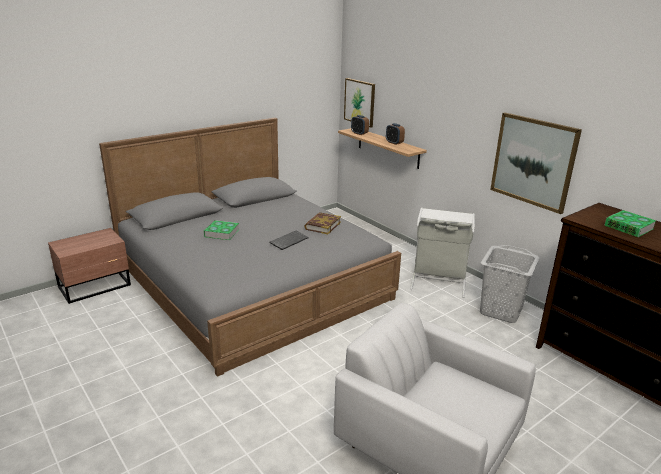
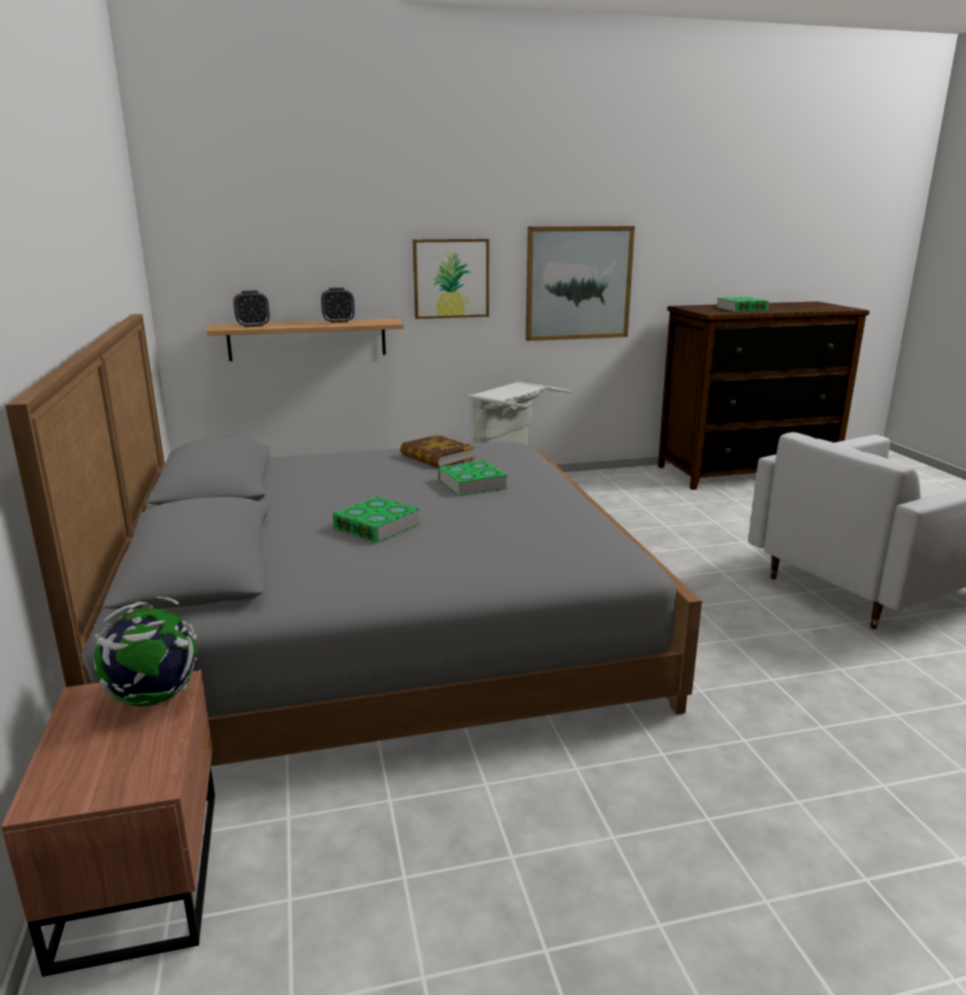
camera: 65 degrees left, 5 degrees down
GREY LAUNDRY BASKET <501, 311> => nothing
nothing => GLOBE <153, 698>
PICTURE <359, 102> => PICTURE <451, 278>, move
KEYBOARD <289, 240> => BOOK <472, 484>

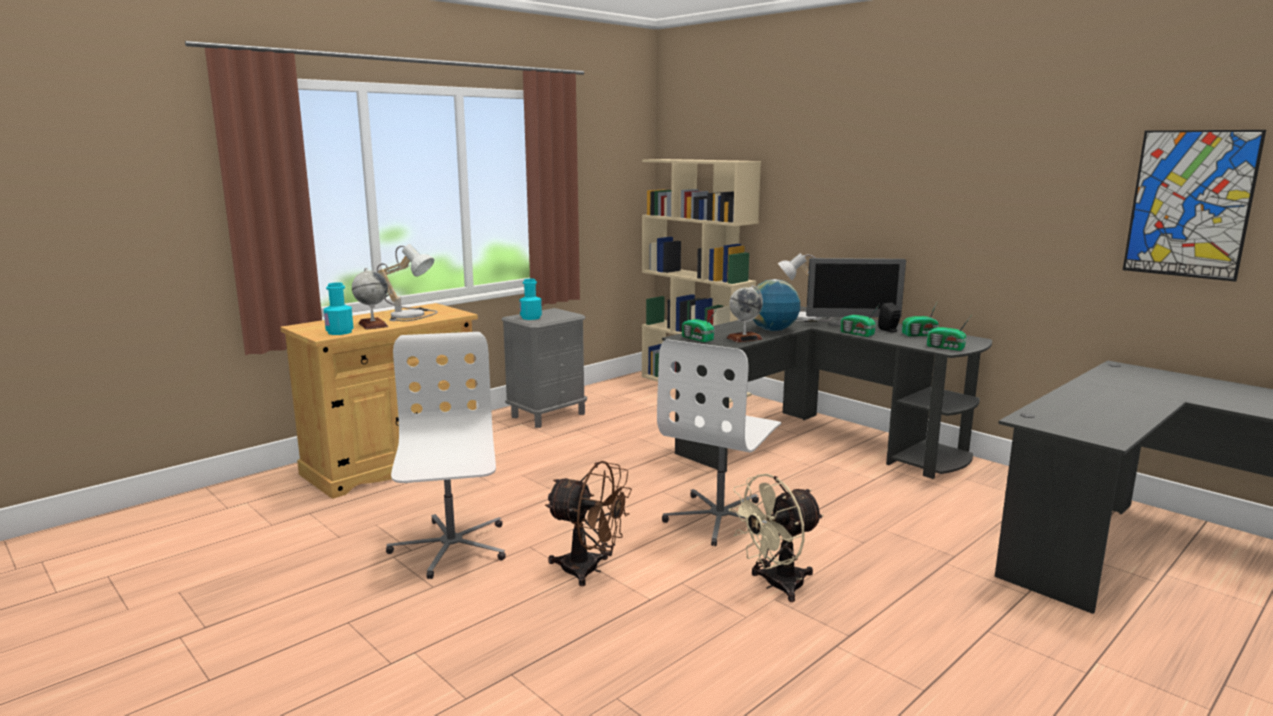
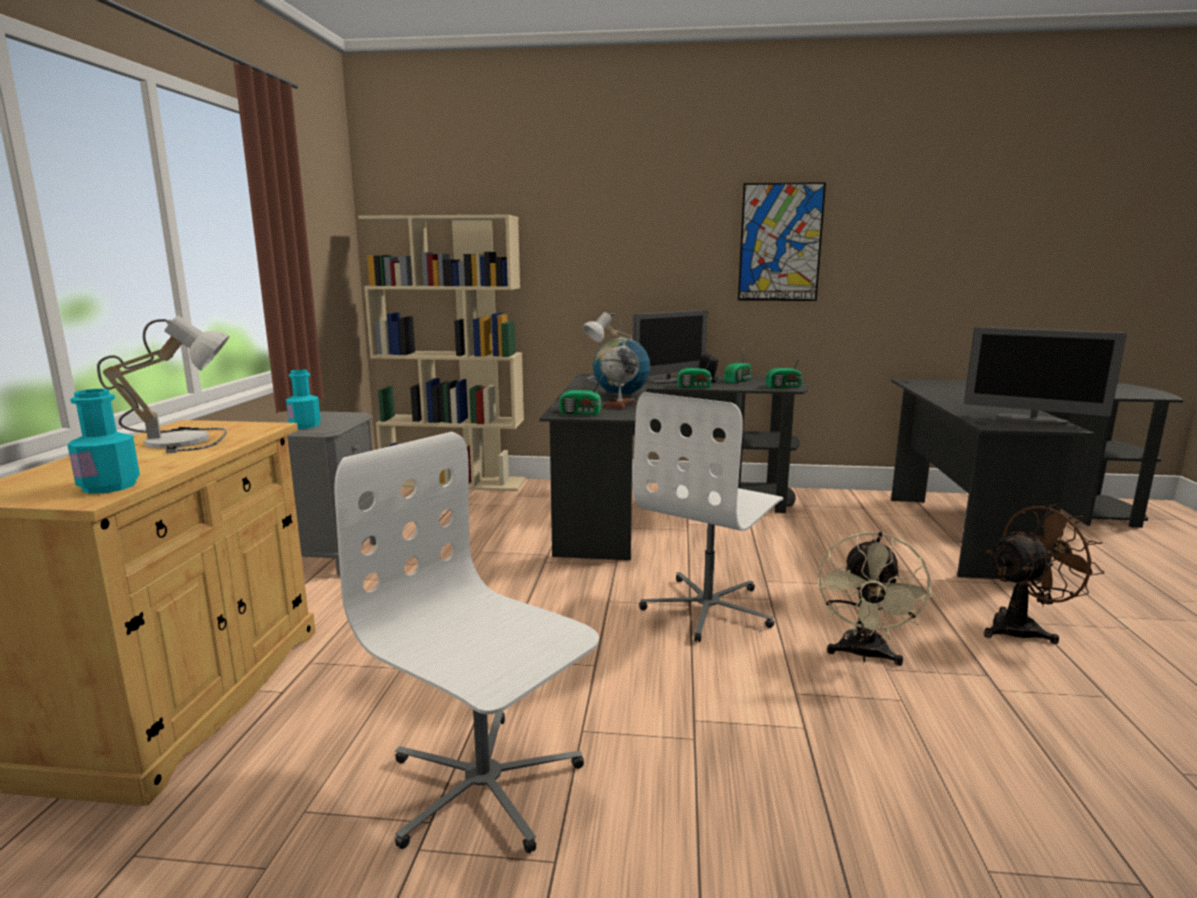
camera: 40 degrees left, 0 degrees up
GLOBE <373, 325> => nothing
nothing => MONITOR <1032, 420>
BROWN FAN <589, 570> => BROWN FAN <1023, 628>, move
PICTURE <1190, 204> => PICTURE <780, 243>, move
WHITE OFFICE CHAIR <721, 519> => WHITE OFFICE CHAIR <708, 608>, 45 degrees clockwise

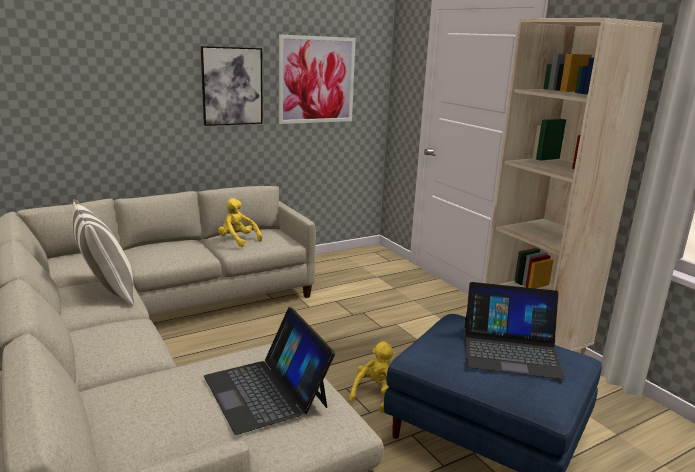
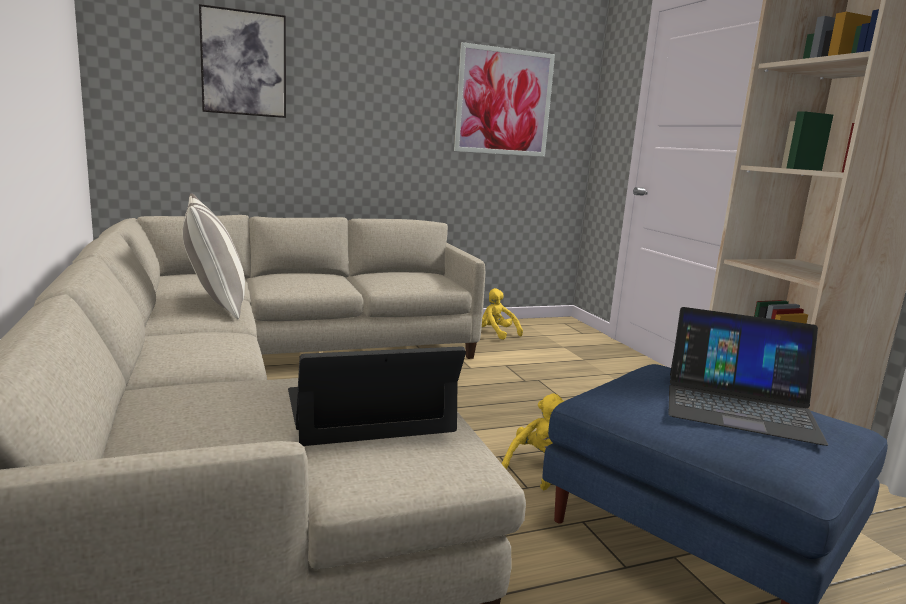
camera: 10 degrees right, 5 degrees down
PICTURE <232, 86> => PICTURE <244, 63>, move
YELLOW PLUSH TOY <238, 240> => YELLOW PLUSH TOY <496, 333>, move
LAPTOP <266, 391> => LAPTOP <368, 411>, 90 degrees clockwise

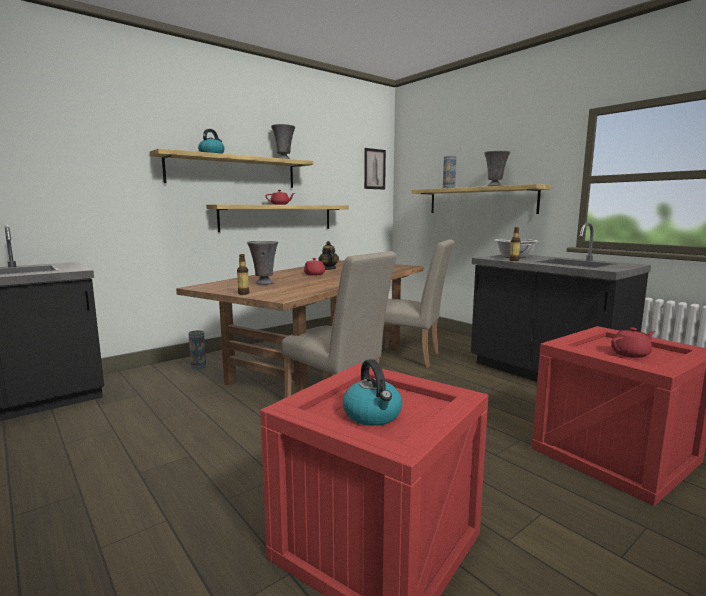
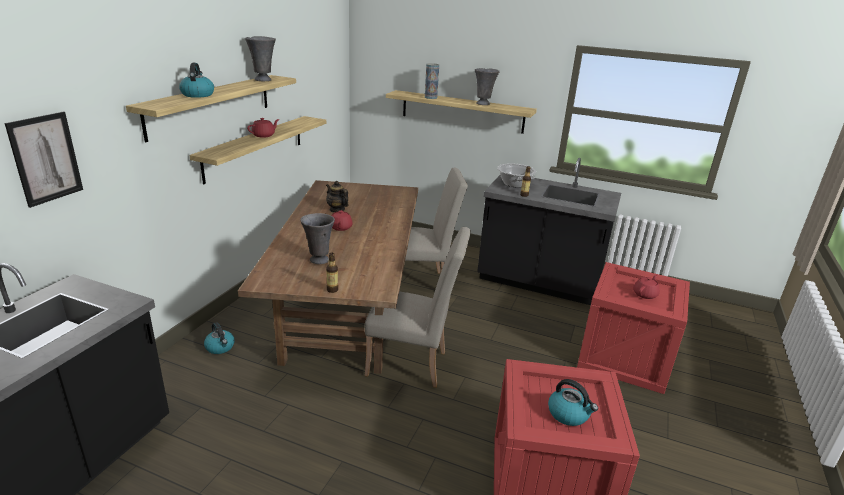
camera: 30 degrees left, 15 degrees up
PICTURE <374, 169> => PICTURE <46, 158>, move
VASE <198, 367> => KETTLE <220, 347>

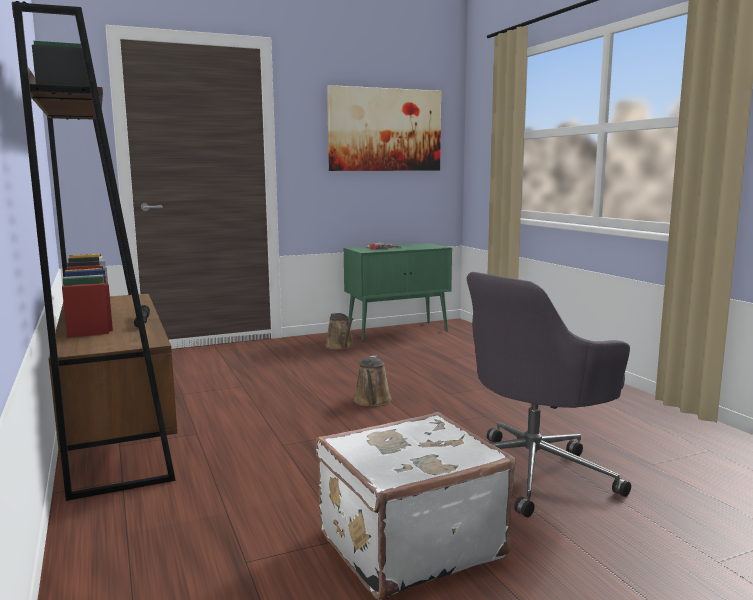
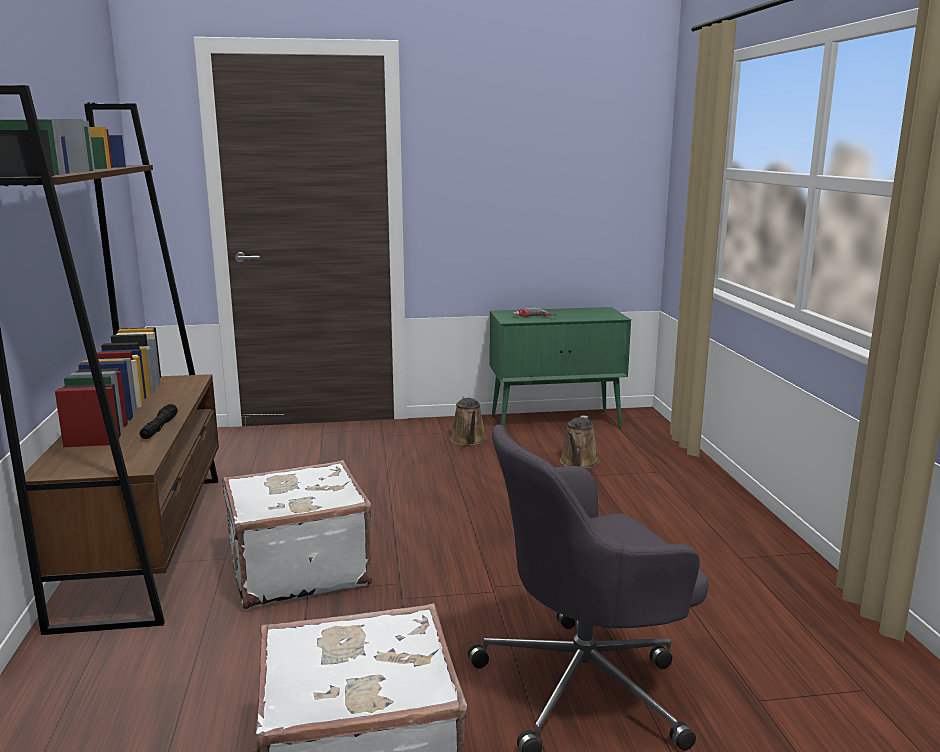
camera: 15 degrees right, 5 degrees up
PICTURE <385, 130> => nothing
nothing => WHITE SUITCASE <297, 570>
BROWN WATERING CAN <372, 401> => BROWN WATERING CAN <578, 463>, move

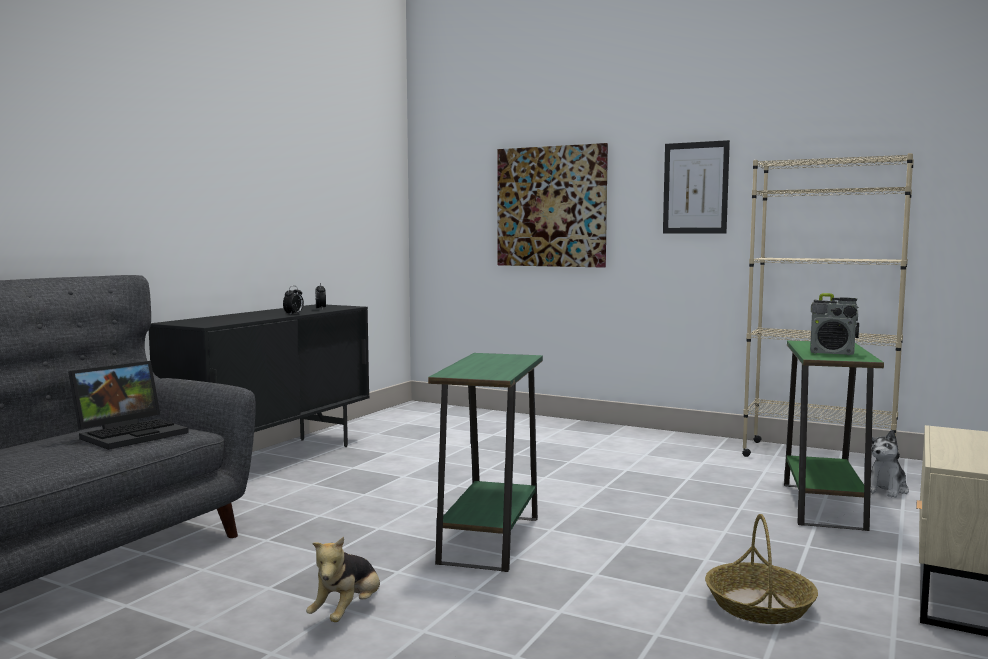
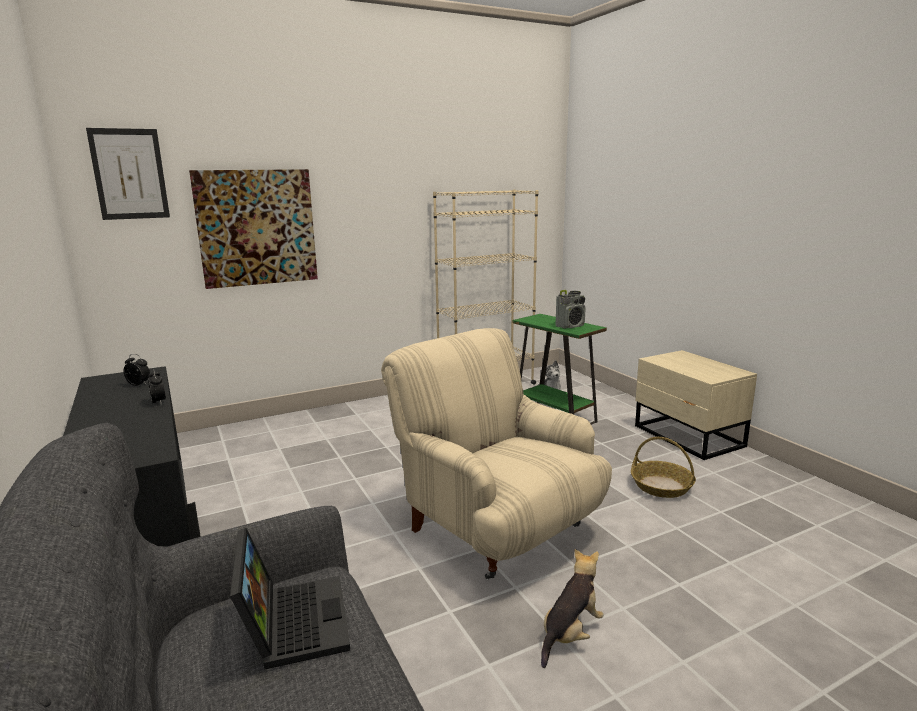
camera: 55 degrees left, 10 degrees up
PICTURE <695, 188> => PICTURE <129, 174>, move
GREEN SIDE TABLE <490, 540> => BEIGE ARMCHAIR <496, 529>
PLUSH TOY <348, 612> => PLUSH TOY <570, 634>, 105 degrees counterclockwise

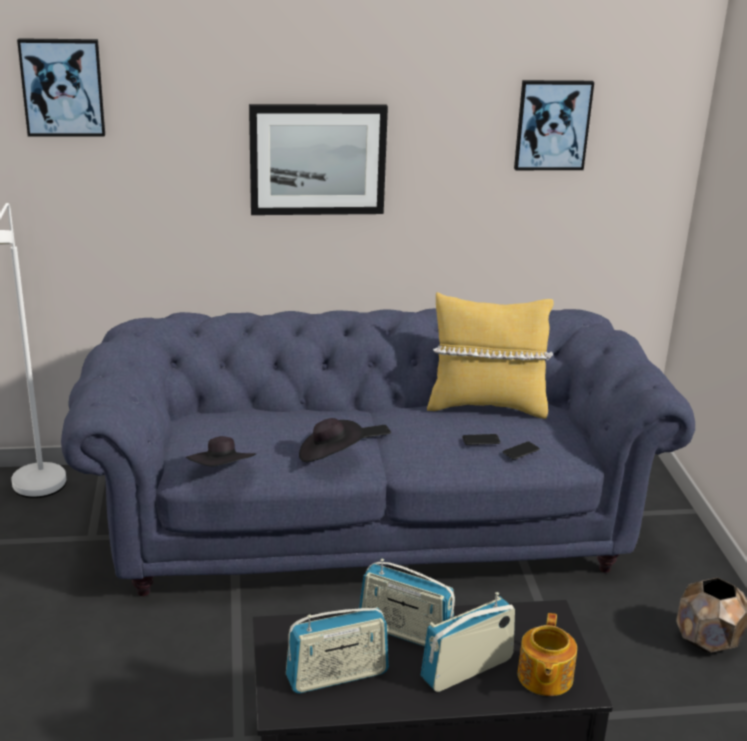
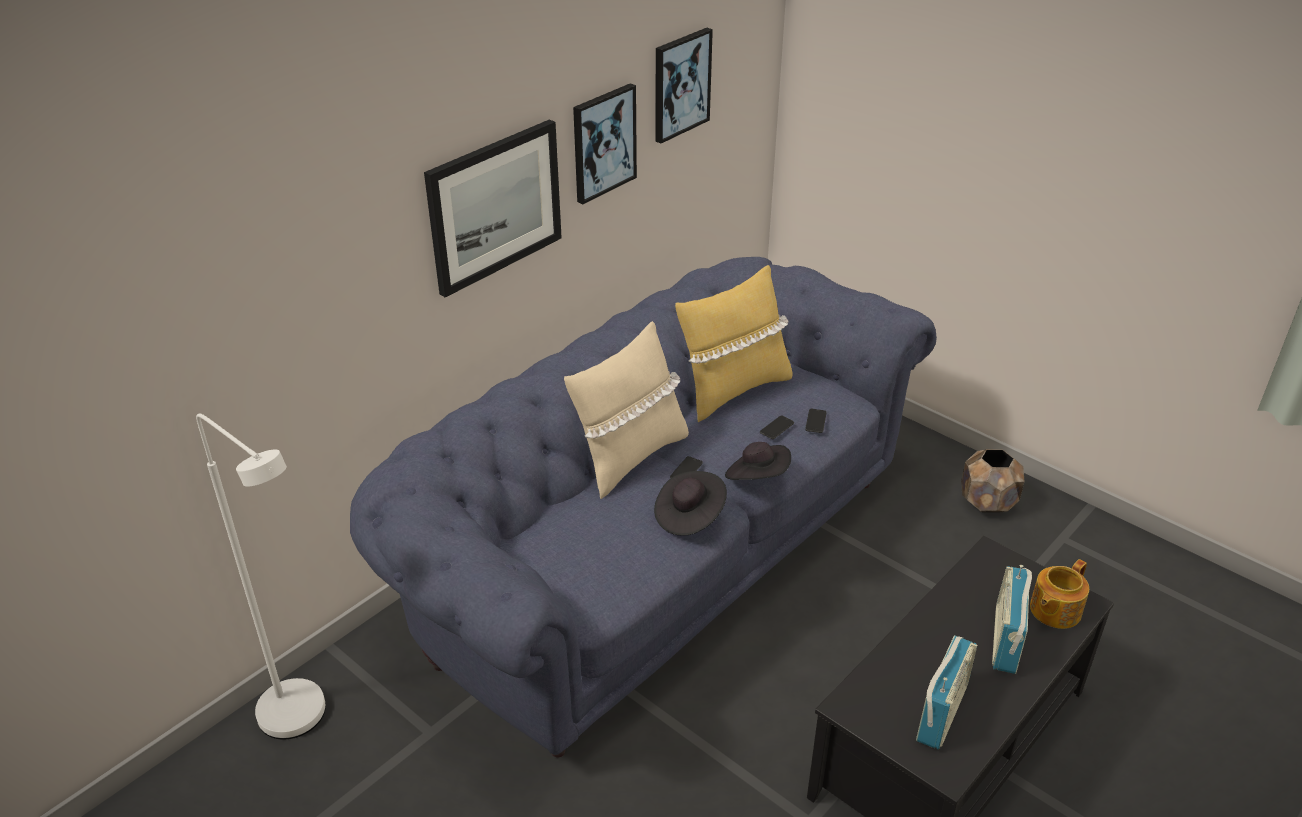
camera: 40 degrees left, 10 degrees up
RADIO <405, 632> => nothing
nothing => BEIGE PILLOW <630, 457>
PICTURE <62, 87> => PICTURE <603, 142>, move
BLACK HAT <222, 473> => BLACK HAT <757, 477>, move
TEAPOT <544, 677> => TEAPOT <1054, 610>, 75 degrees clockwise

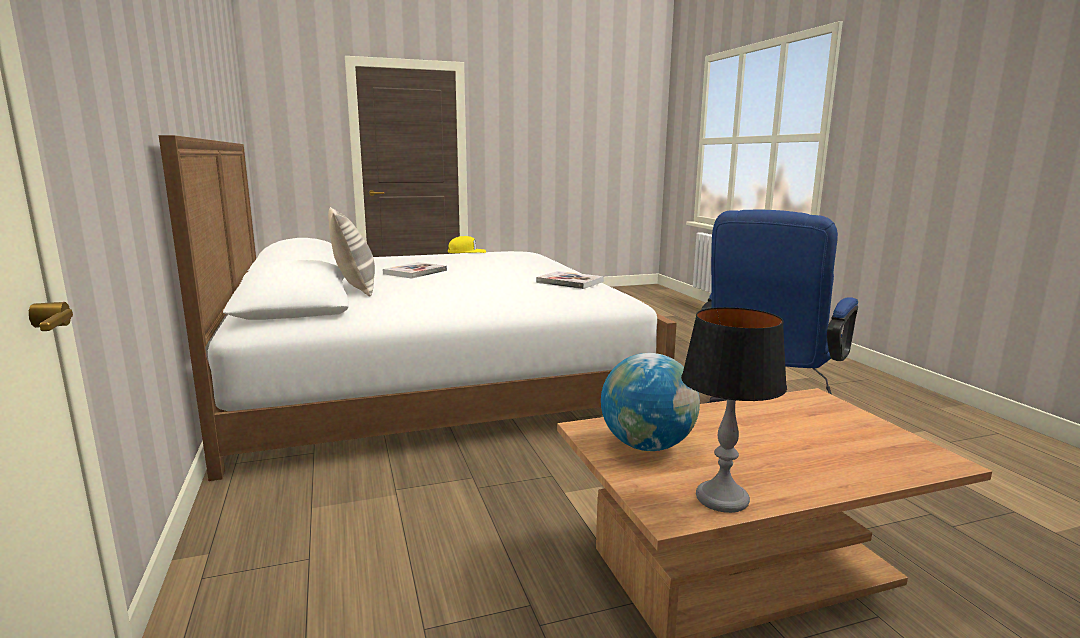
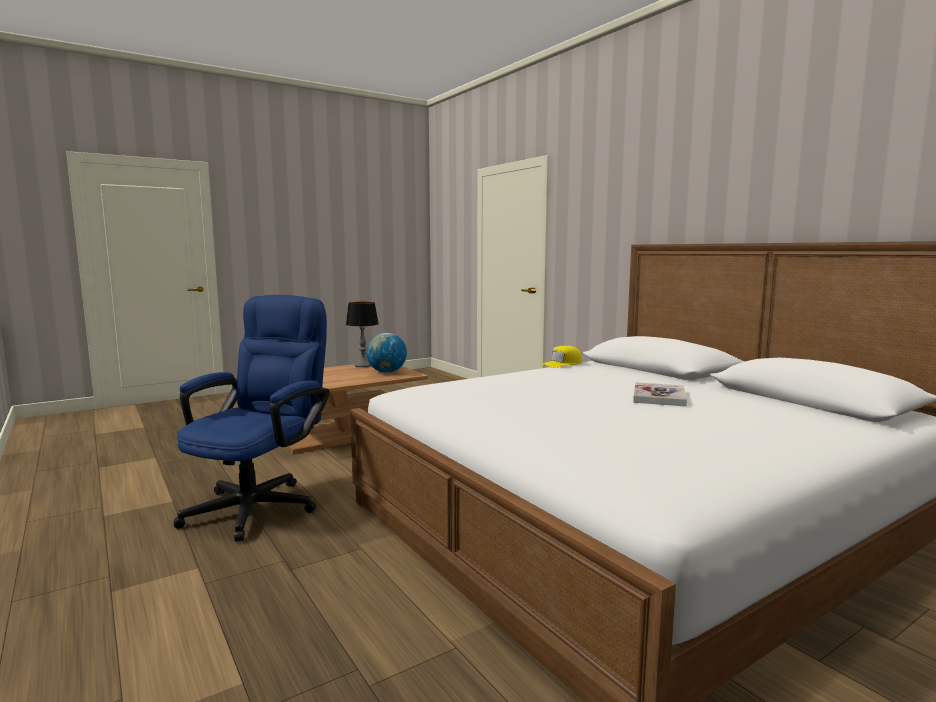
camera: 165 degrees right, 5 degrees down
PILLOW <355, 289> => nothing
BOOK <569, 282> => nothing
YELLOW CAP <467, 252> => YELLOW CAP <562, 364>, move

